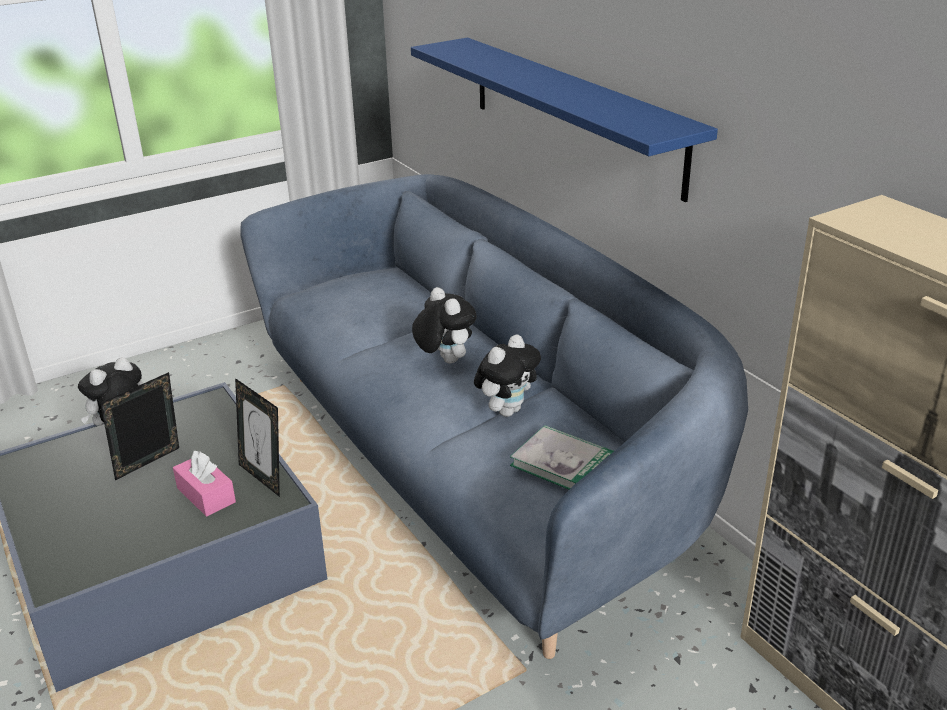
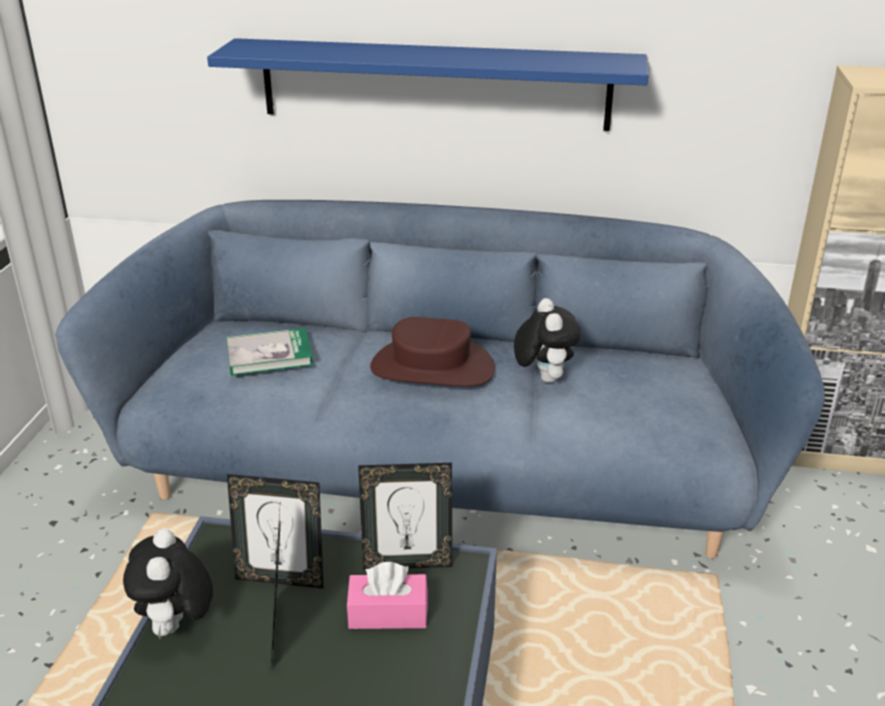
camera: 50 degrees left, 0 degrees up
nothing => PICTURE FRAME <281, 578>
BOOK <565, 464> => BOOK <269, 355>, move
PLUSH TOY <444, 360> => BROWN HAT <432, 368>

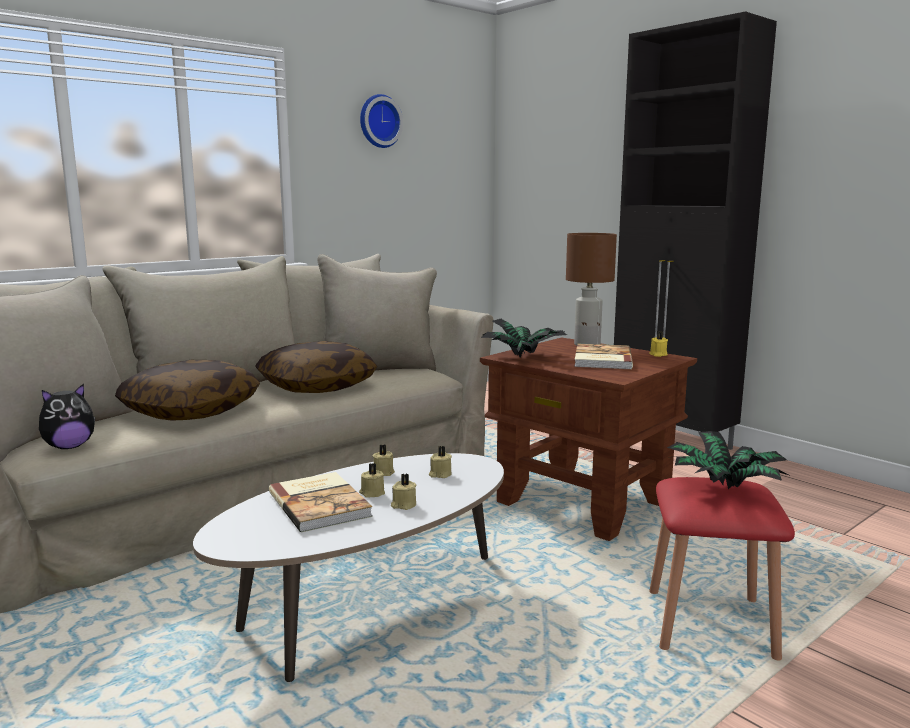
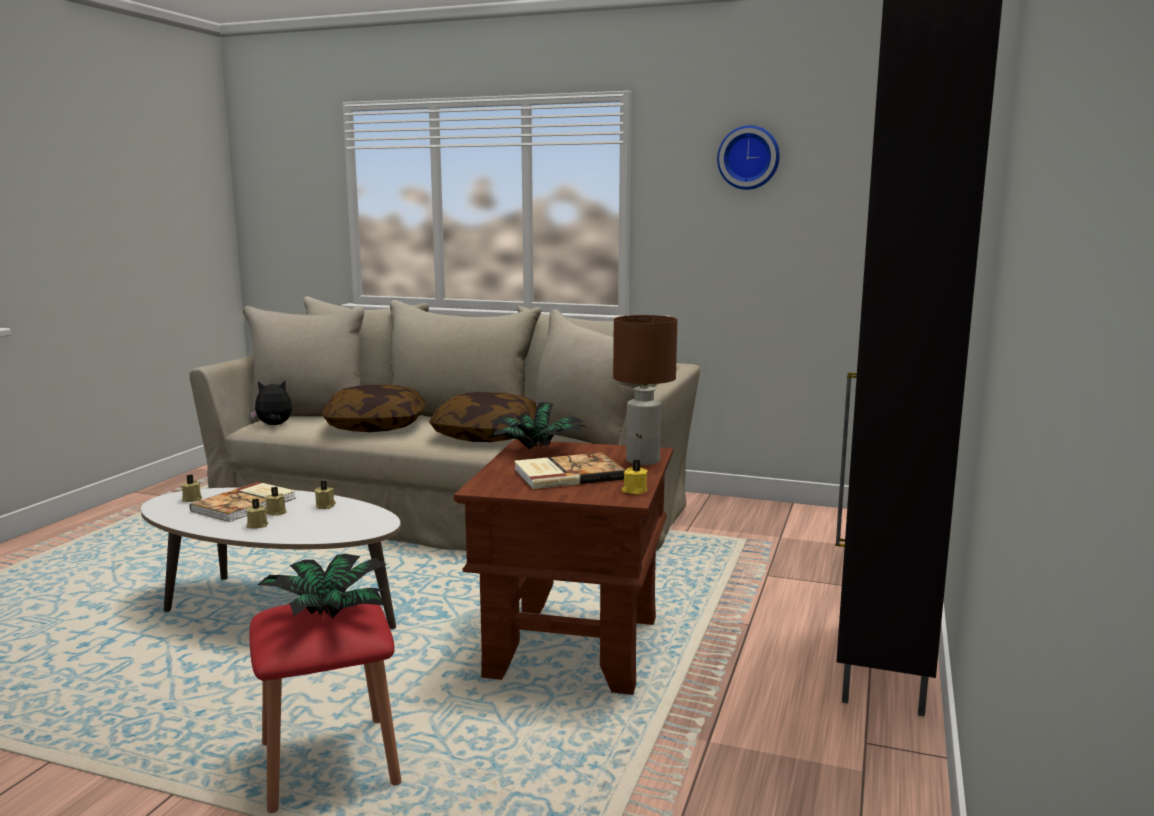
camera: 60 degrees right, 0 degrees up
BEIGE CANDLE <440, 474> => BEIGE CANDLE <191, 499>, move
PLUSH TOY <69, 447> => PLUSH TOY <274, 425>, 150 degrees clockwise

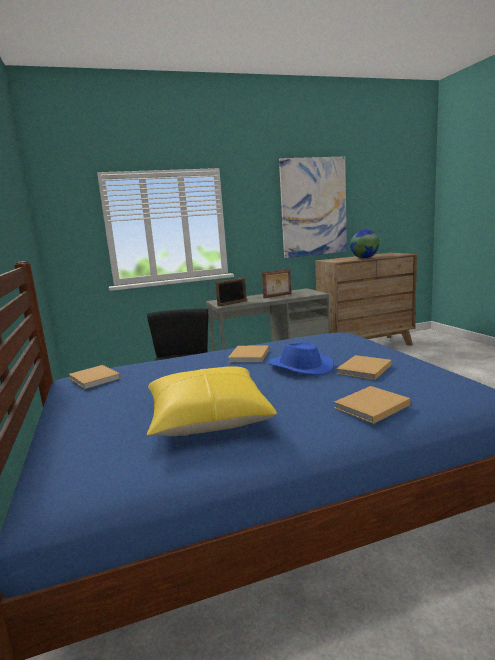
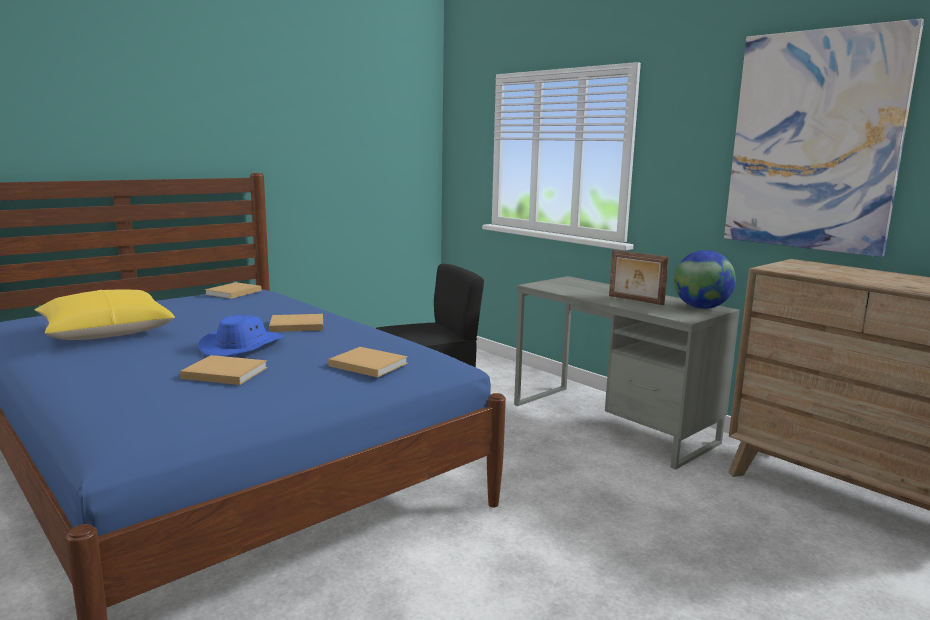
camera: 65 degrees right, 0 degrees up
PICTURE FRAME <232, 303> => nothing
BEIGE BOOK <370, 407> => BEIGE BOOK <366, 364>, move
GLOBE <364, 258> => GLOBE <701, 308>, move

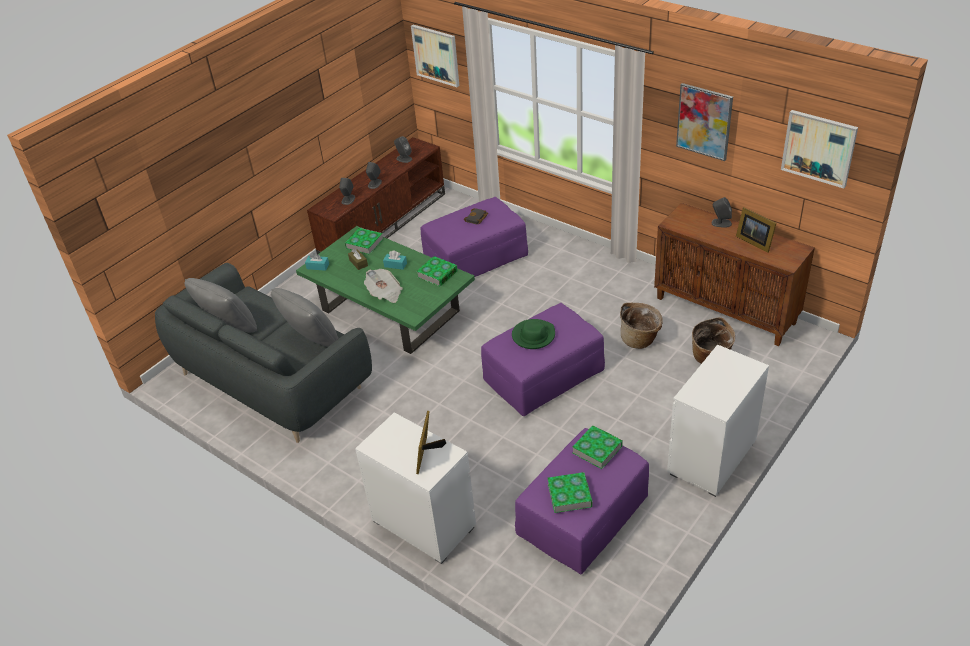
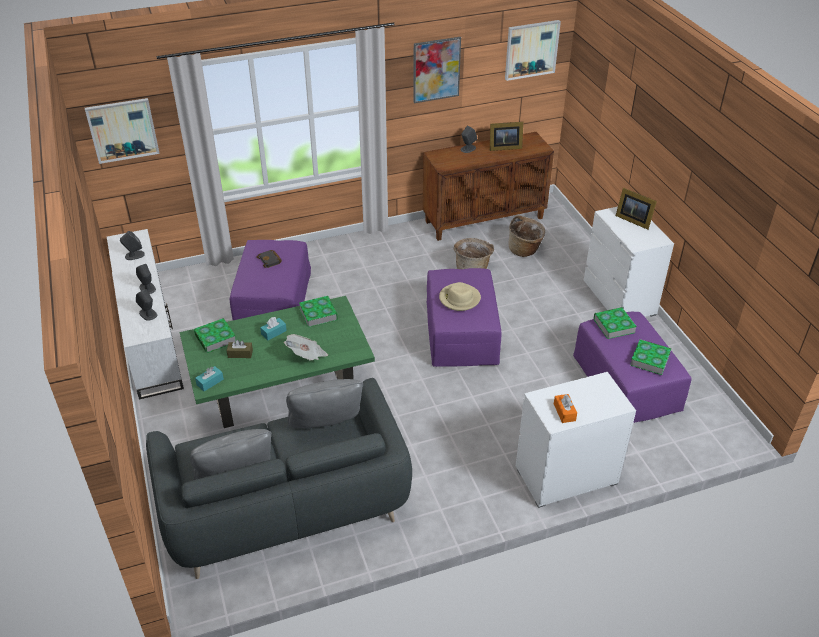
camera: 60 degrees left, 0 degrees up
nothing => ORANGE TISSUE BOX <564, 412>
PICTURE FRAME <428, 454> => PICTURE FRAME <633, 220>, move
BROWN TV STAND <383, 224> => WHITE TV STAND <148, 334>
GREEN HAT <533, 336> => BEIGE HAT <459, 299>

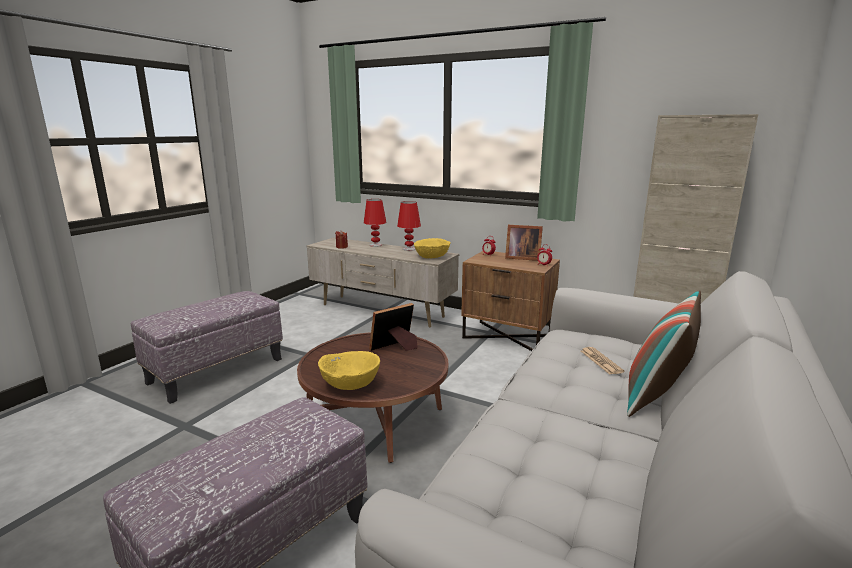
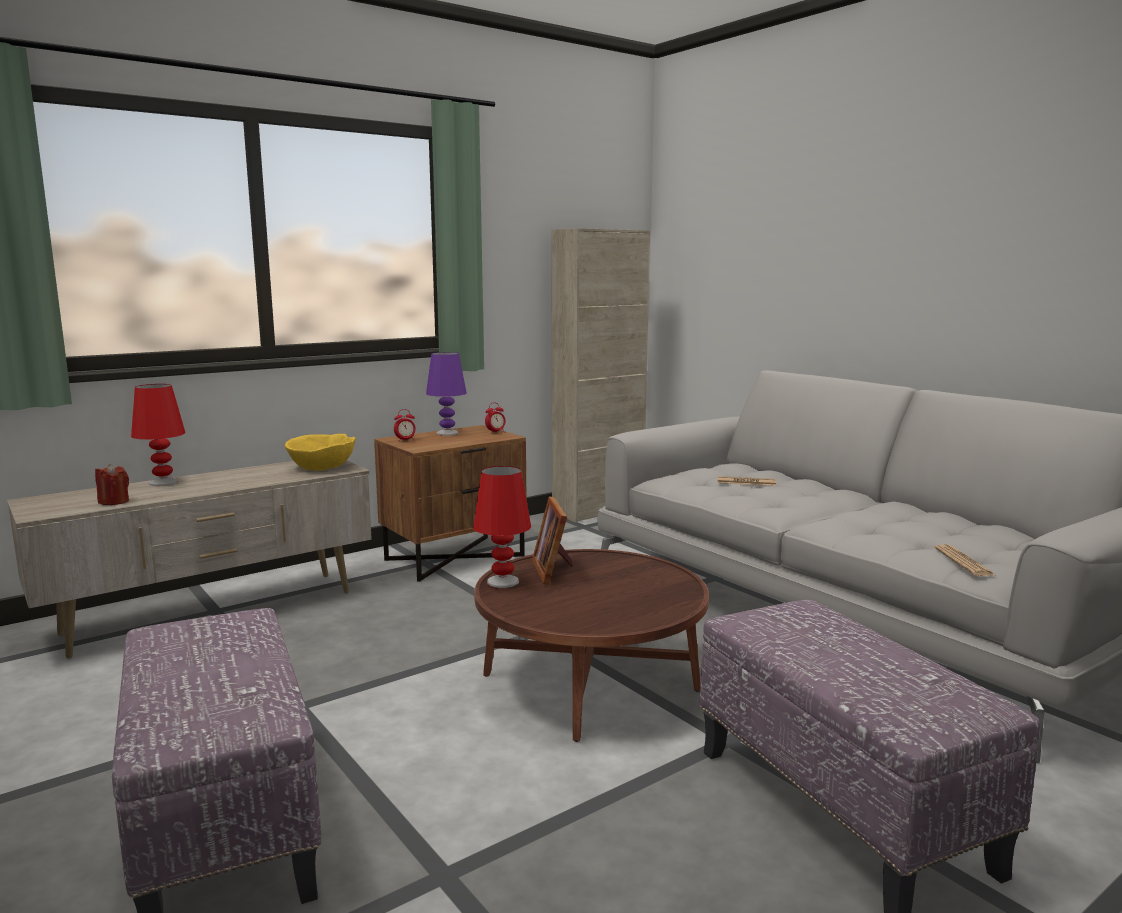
camera: 65 degrees left, 5 degrees down
YELLOW BOWL <350, 383> => nothing
PILLOW <657, 396> => nothing
nothing => NEWSPAPER <963, 562>
RED TABLE LAMP <409, 249> => RED TABLE LAMP <503, 581>, move
PICTURE FRAME <521, 258> => PURPLE TABLE LAMP <447, 433>

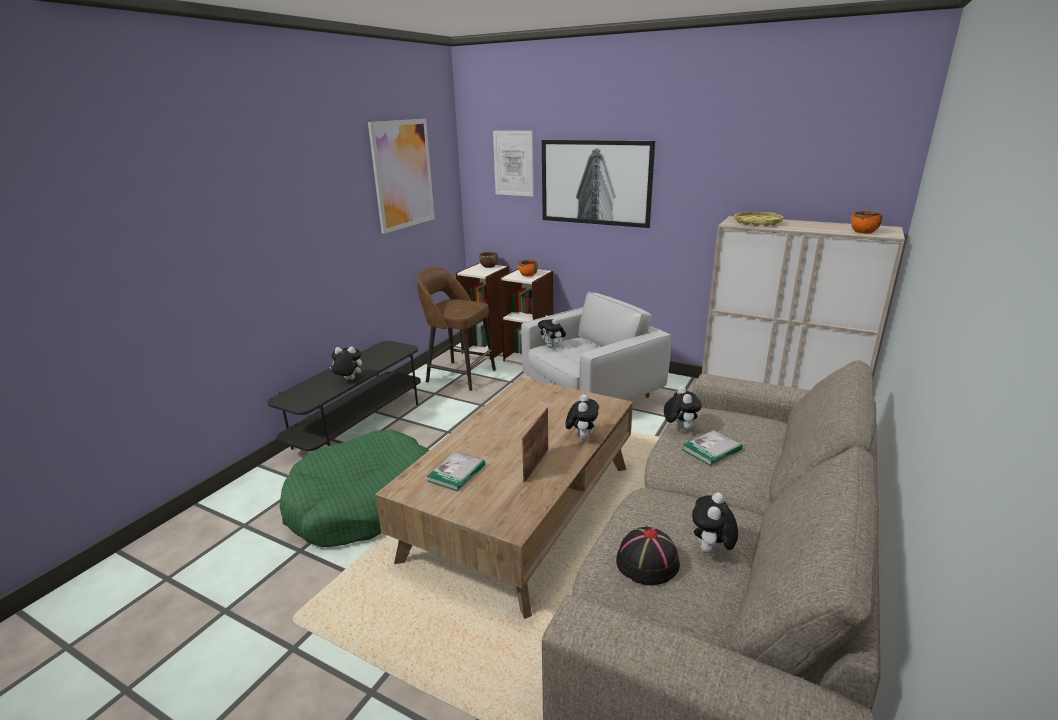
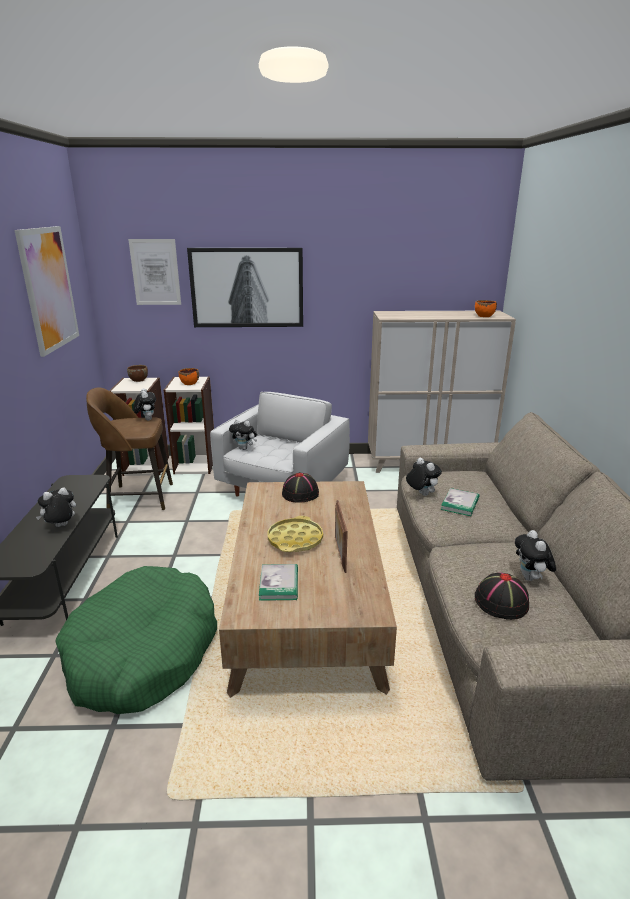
camera: 30 degrees left, 0 degrees up
nothing => BLACK HAT <300, 493>
PLUSH TOY <582, 437> => PLUSH TOY <147, 419>, move
YELLOW TRAY <757, 223> => YELLOW TRAY <295, 539>, move

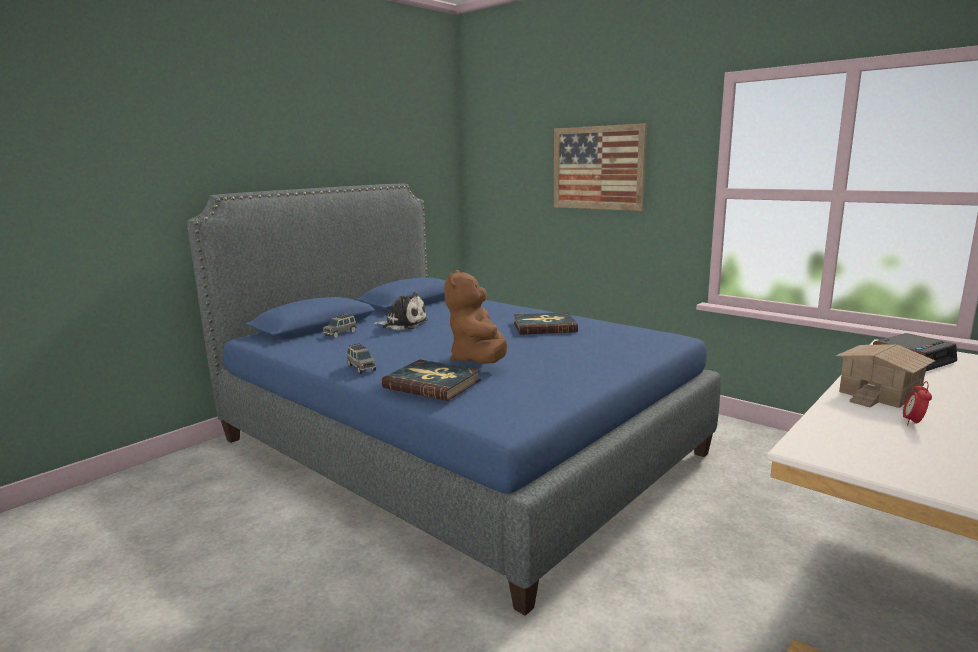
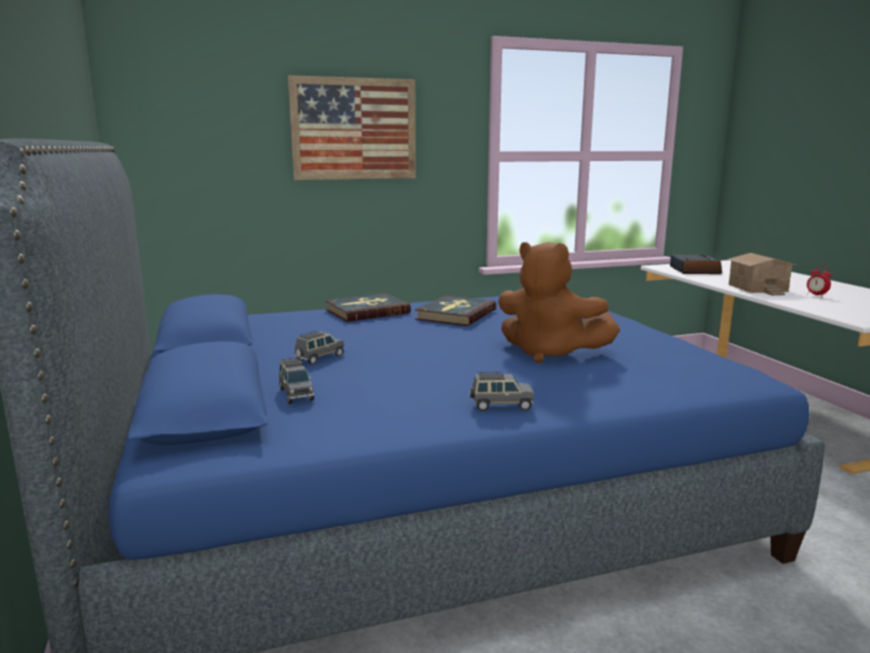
camera: 60 degrees left, 0 degrees up
BOOK <432, 384> => BOOK <367, 311>, move
PLUSH TOY <403, 324> => GREY TOY CAR <319, 358>

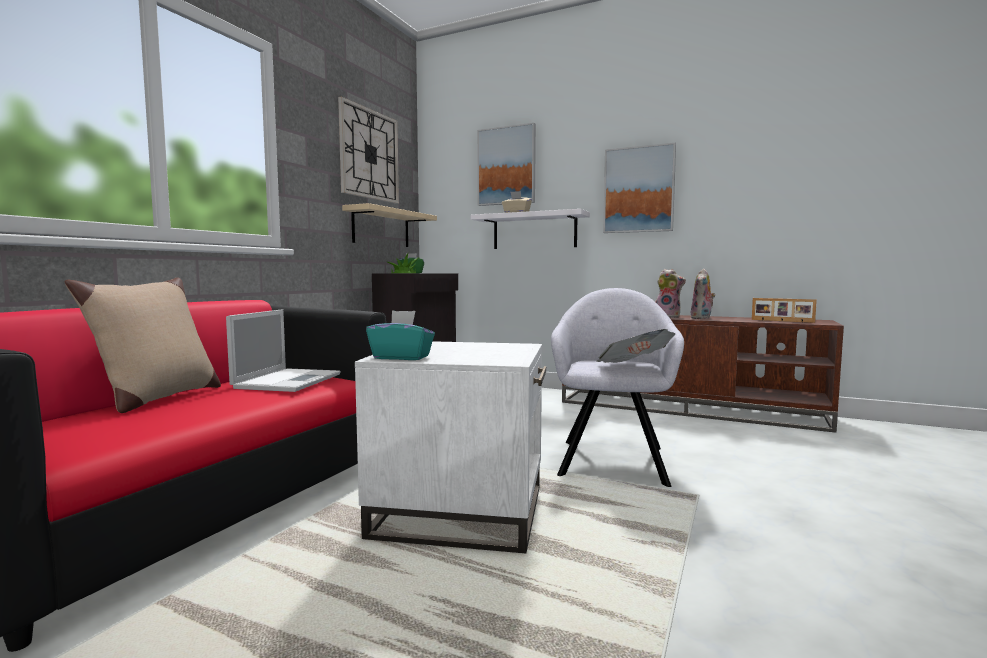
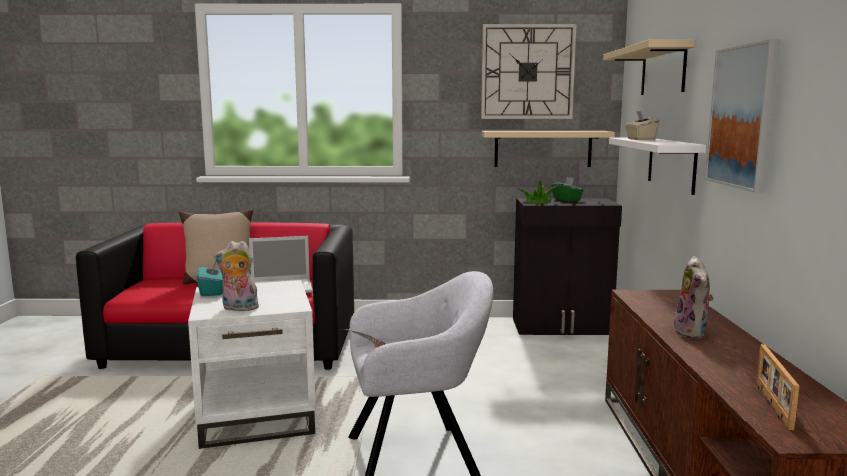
camera: 65 degrees right, 5 degrees up
PLUSH TOY <702, 318> => PLUSH TOY <238, 308>, move
PICTURE <506, 166> => BEIGE SHELF <663, 70>

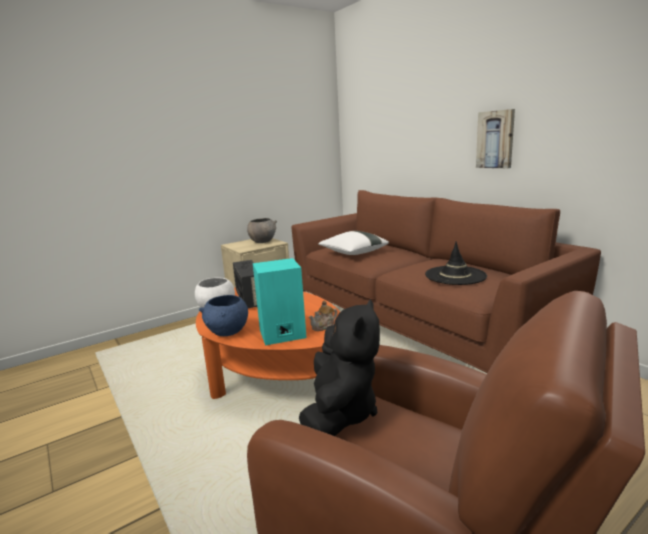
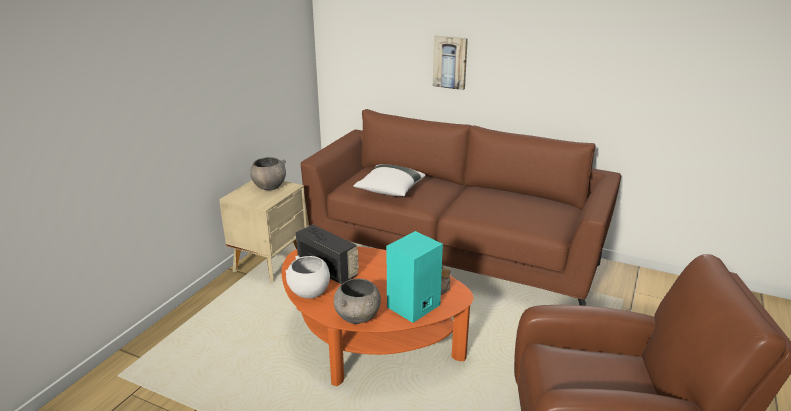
camera: 30 degrees left, 10 degrees up
BLACK PLUSH TOY <340, 413> => nothing
BLACK HAT <455, 275> => nothing
PICTURE <496, 139> => PICTURE <450, 62>, move
BLUE BOWL <227, 332> => GREY BOWL <358, 317>

